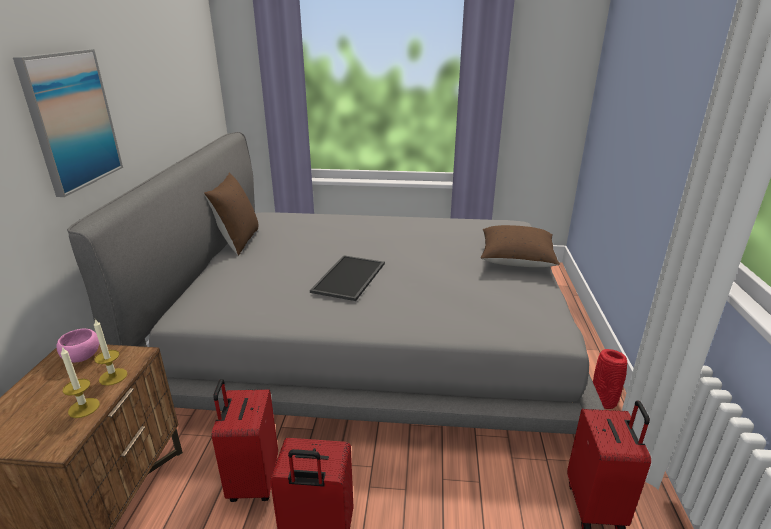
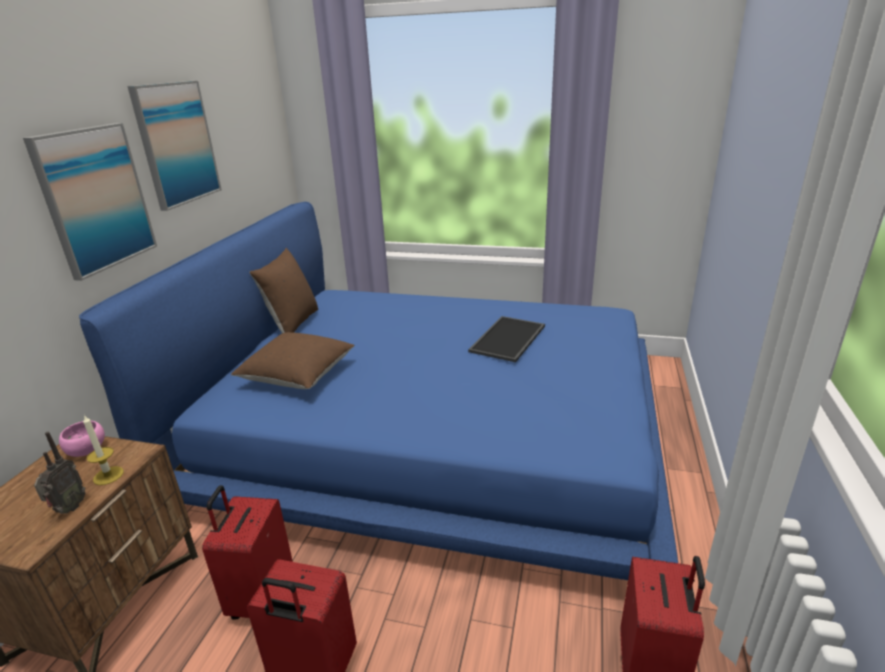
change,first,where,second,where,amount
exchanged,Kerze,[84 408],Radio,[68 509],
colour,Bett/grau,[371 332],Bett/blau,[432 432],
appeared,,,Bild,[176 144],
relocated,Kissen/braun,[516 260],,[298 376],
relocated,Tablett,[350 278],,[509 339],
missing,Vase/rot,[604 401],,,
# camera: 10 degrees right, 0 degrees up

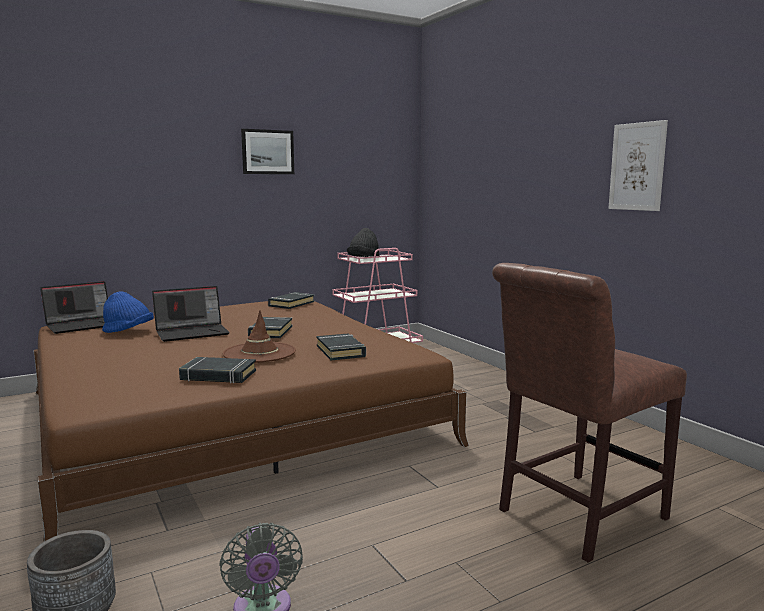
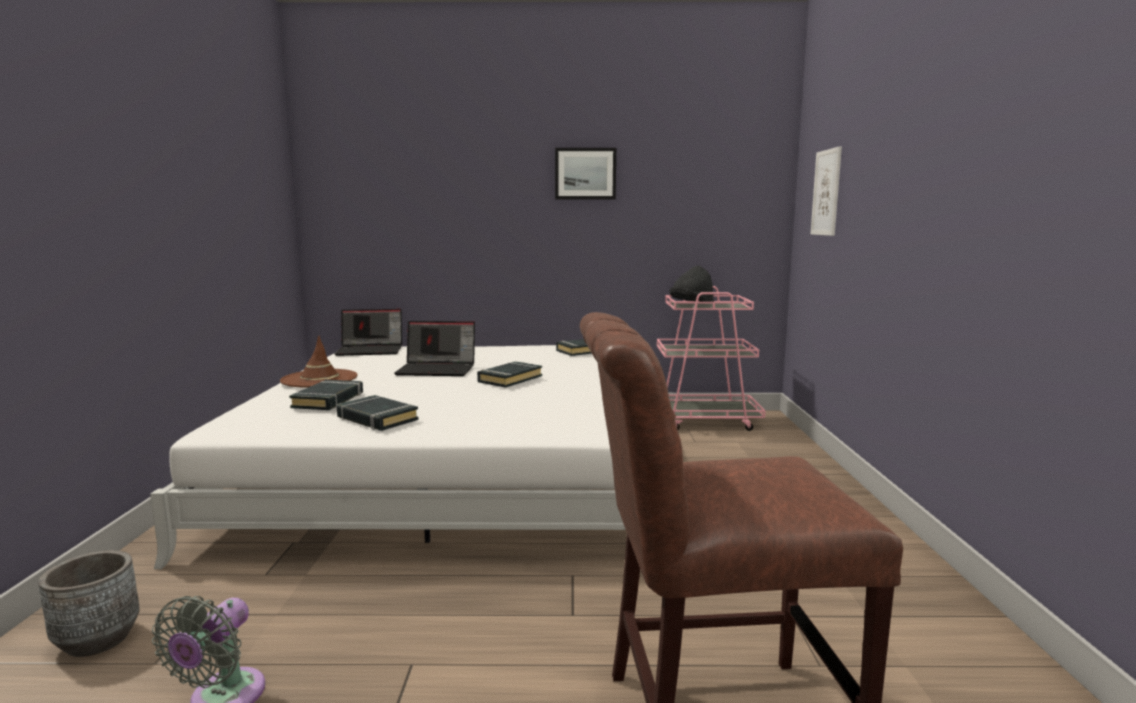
change,first,where,second,where,amount
colour,Bett/braun,[227 417],Bett/weiß,[460 467],
relocated,Hut/braun,[259 353],,[319 379],
relocated,Buch/schwarz,[341 351],,[329 400],
relocated,Bild,[637 166],,[826 192],
missing,Hut/blau,[128 332],,,
# camera: 30 degrees right, 0 degrees up

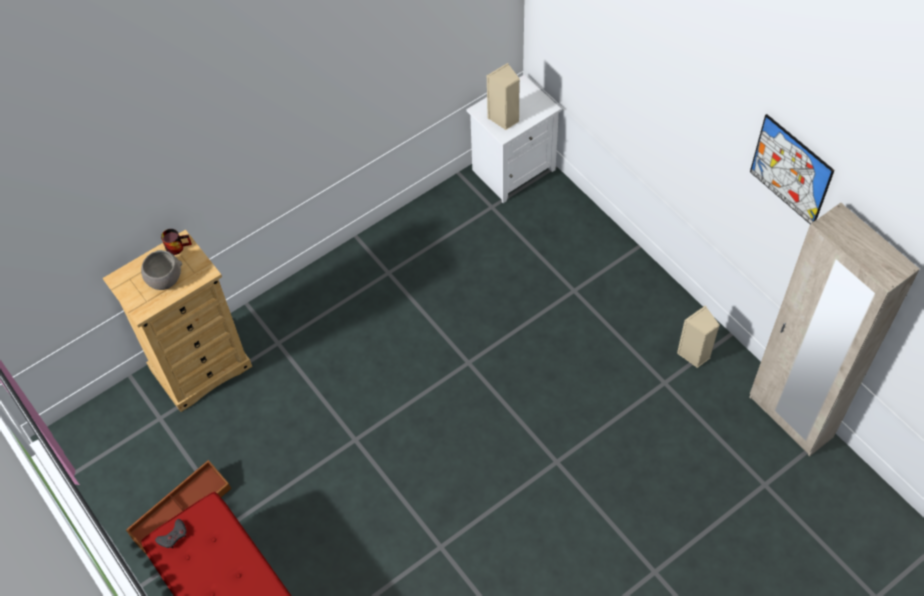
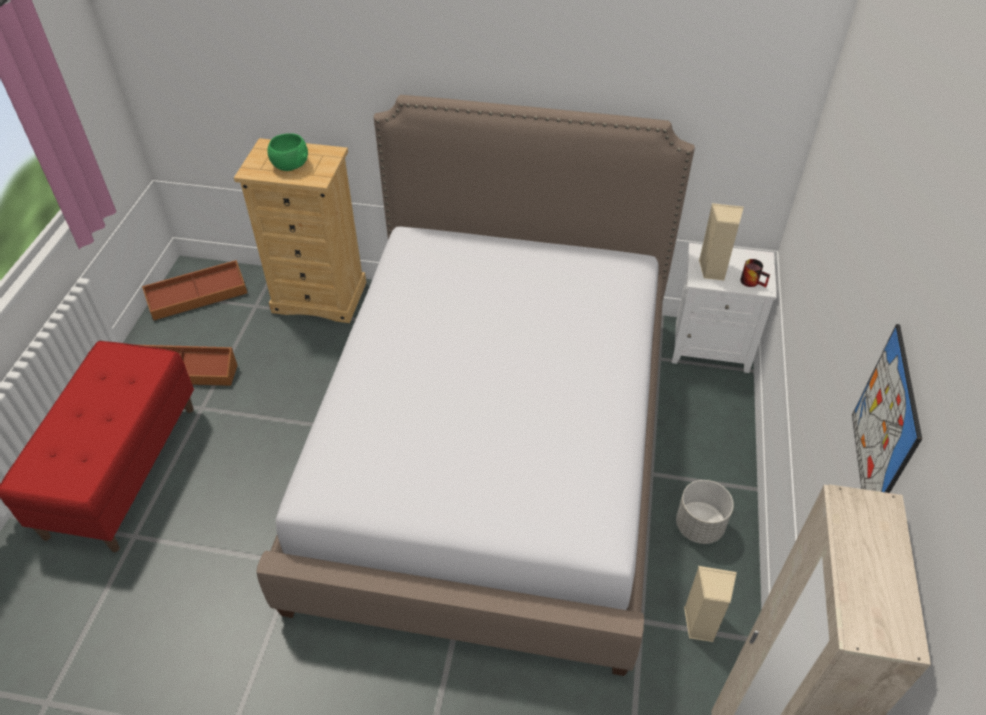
change,first,where,second,where,amount
appeared,,,Aufbewahrungsbox/braun,[198 298],
appeared,,,Bett,[493 448],
colour,Schüssel/grau,[164 278],Schüssel/grün,[290 164],
appeared,,,Pflanzkübel/grau,[699 526],
relocated,Henkelbecher,[178 246],,[753 281],
missing,Gamepad/grau,[173 536],,,
# camera: 45 degrees right, 10 degrees down

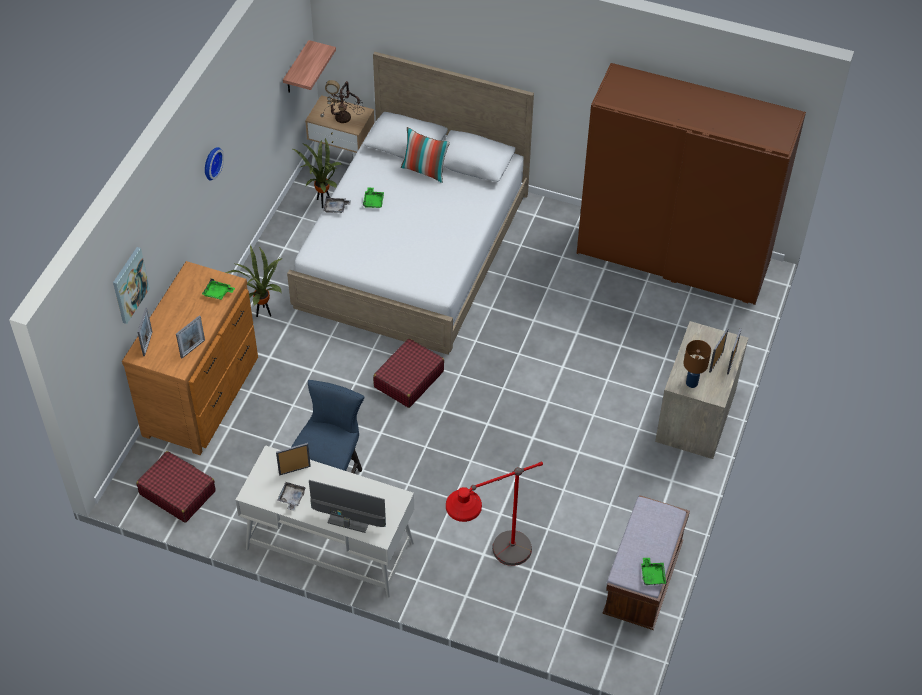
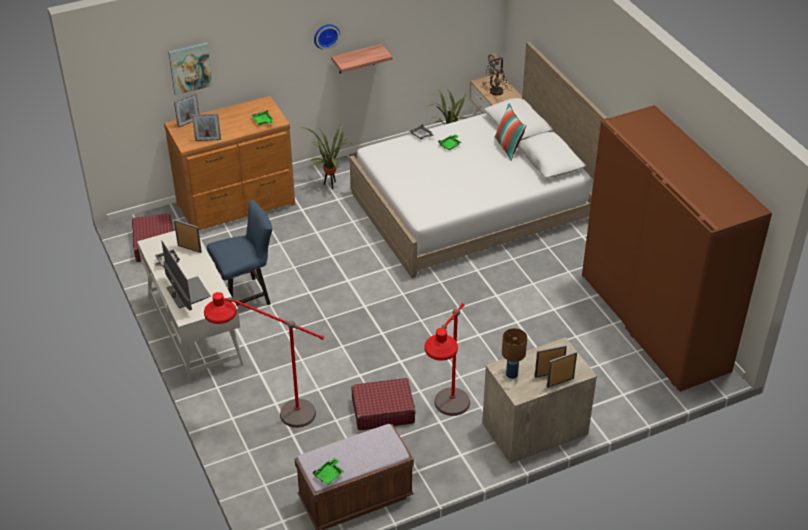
change,first,where,second,where,amount
relocated,Wandregal,[296 69],,[356 59],
relocated,Koffer/rot,[408 379],,[382 411],
appeared,,,Stehlampe/rot,[446 421],
# camera: 45 degrees right, 10 degrees down

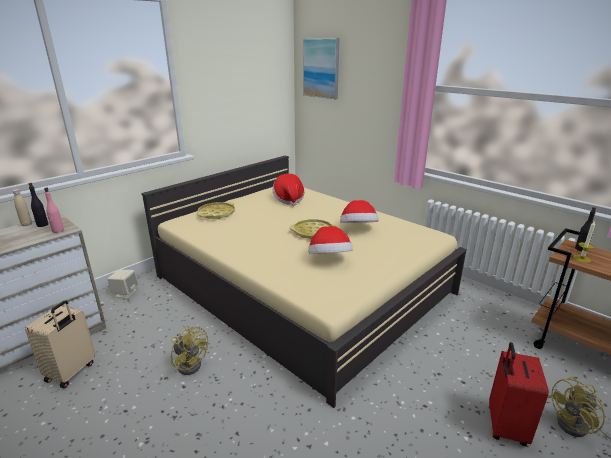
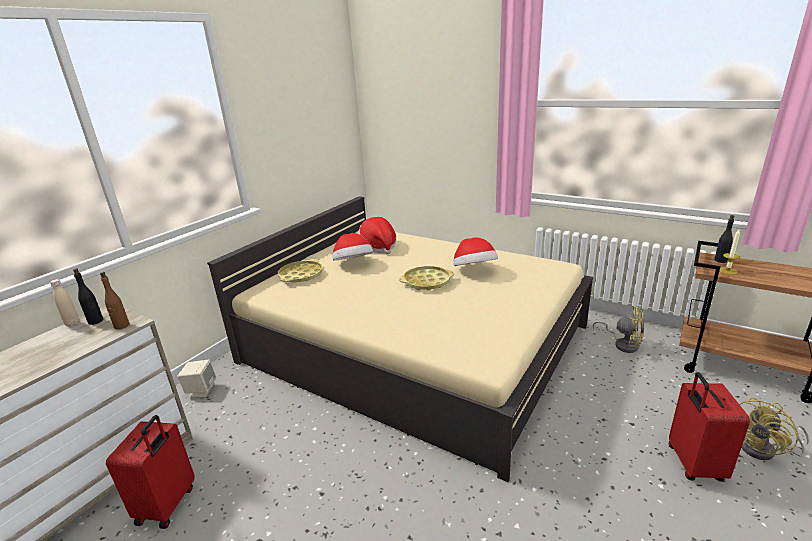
change,first,where,second,where,amount
colour,Flasche/rosa,[58 230],Flasche/braun,[121 326],
colour,Koffer/beige,[72 372],Koffer/rot,[168 505],
relocated,Hut,[329 259],,[353 264],
relocated,Ventilator/gelb,[190 363],,[623 344],
missing,Bild,[321 68],,,
# camera: 10 degrees left, 0 degrees up

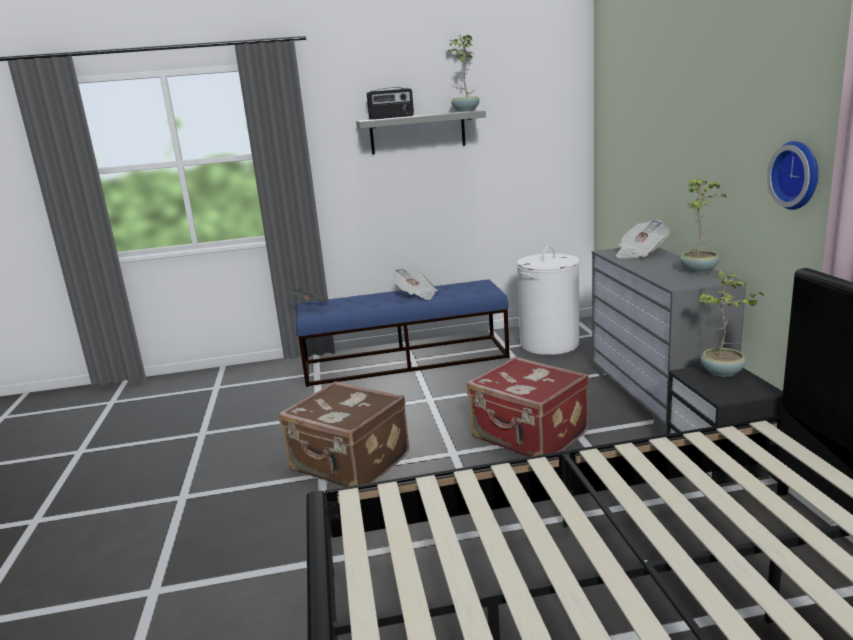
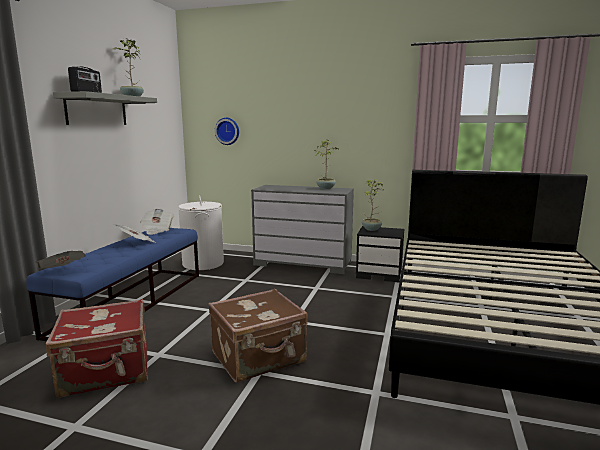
change,first,where,second,where,amount
relocated,Koffer/rot,[529 436],,[107 372],
relocated,Zeitung,[640 253],,[157 230],
relocated,Wanduhr,[798 175],,[228 131],
# camera: 65 degrees left, 5 degrees down

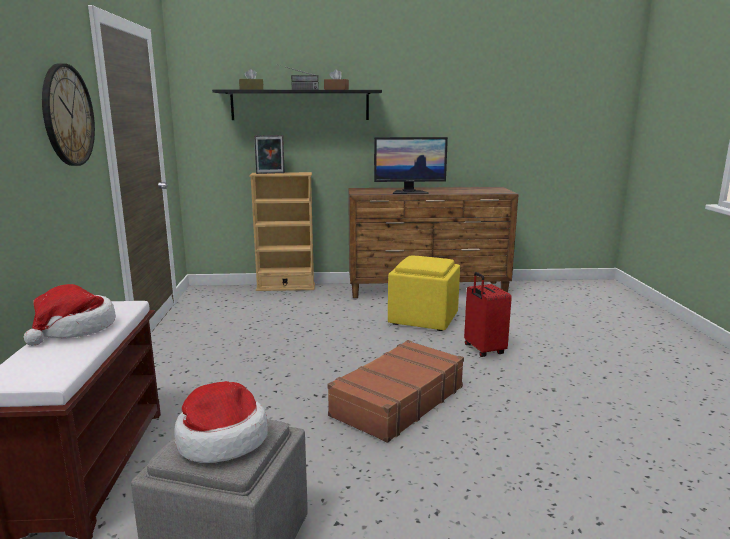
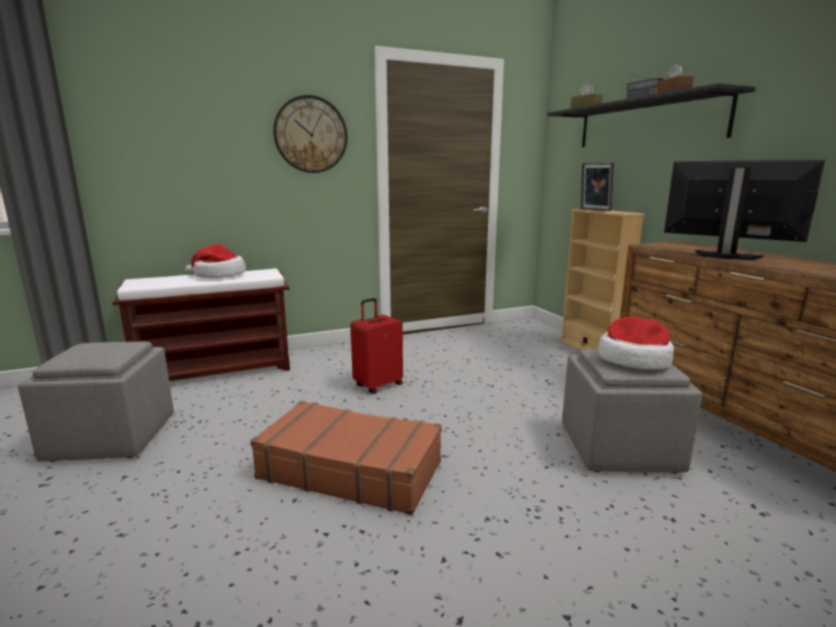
change,first,where,second,where,amount
relocated,Koffer/rot,[483 350],,[378 385],
colour,Polsterhocker/gelb,[424 318],Polsterhocker/grau,[620 449],
relocated,Hut,[221 439],,[634 360],
spun,Monitor,[409 192],,[726 256],150 degrees clockwise
# camera: 70 degrees right, 0 degrees up

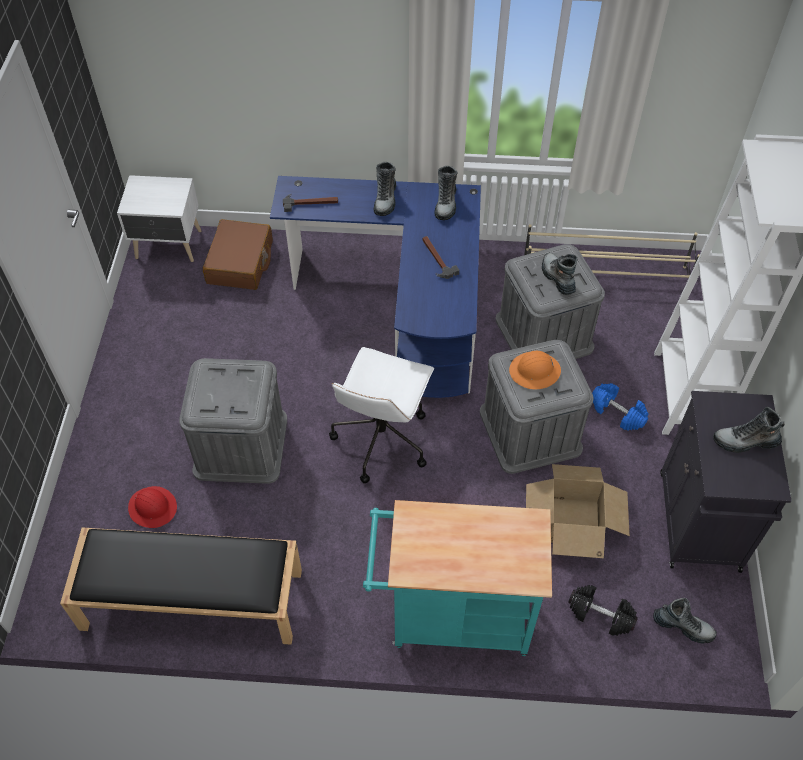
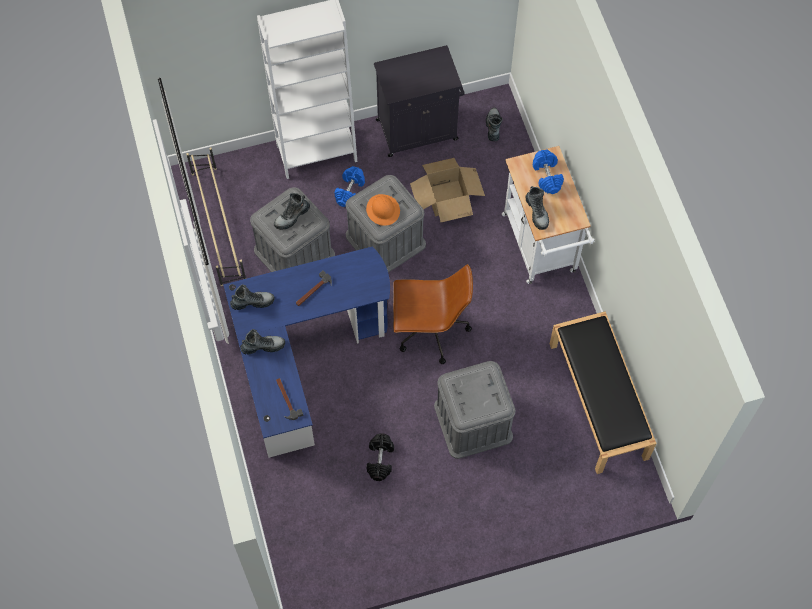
change,first,where,second,where,amount
relocated,Hantel/schwarz,[600 615],,[380 460],
colour,Bürostuhl/weiß,[381 438],Bürostuhl/braun,[430 330],
colour,Rollwagen/türkis,[451 616],Rollwagen/weiß,[541 248],
relocated,Stiefel,[745 441],,[537 212],
appeared,,,Hantel/blau,[547 176],
missing,Nachttisch/weiß,[169 245],,,
missing,Schutzhelm/rot,[153 507],,,
missing,Koffer/braun,[240 263],,,
# camera: 110 degrees left, 10 degrees up

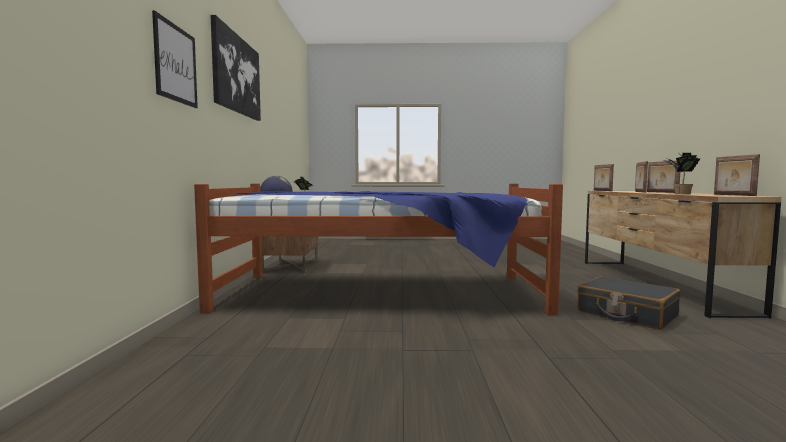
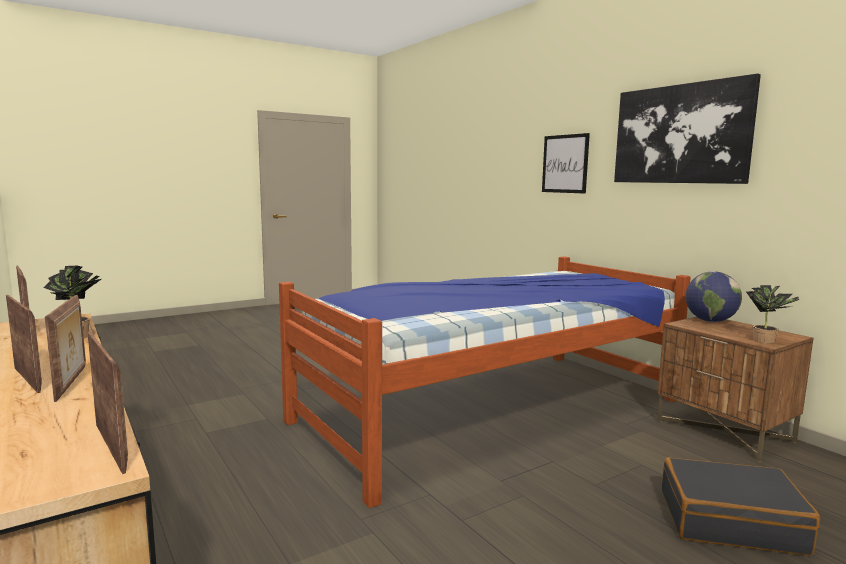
change,first,where,second,where,amount
relocated,Koffer/schwarz,[626 314],,[730 521],
# camera: 145 degrees right, 5 degrees up

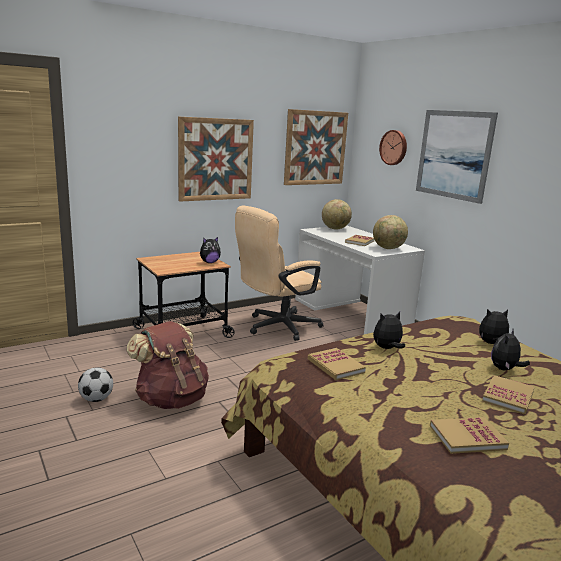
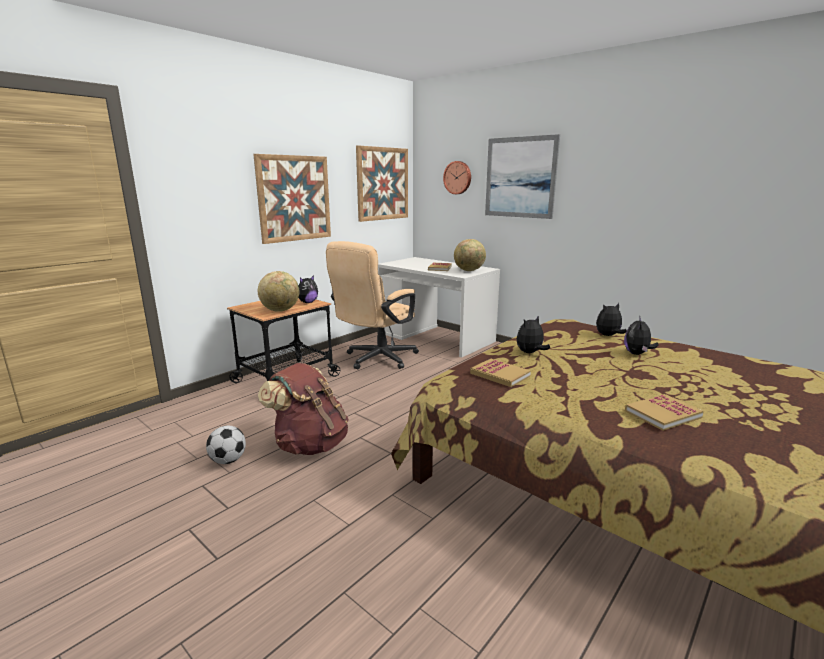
change,first,where,second,where,amount
relocated,Globus,[335 229],,[280 310],
missing,Buch,[508 396],,,
# camera: 15 degrees left, 0 degrees up

